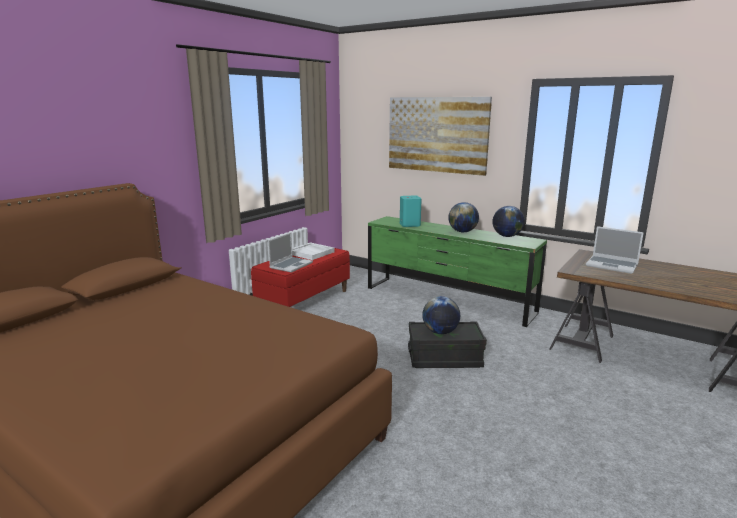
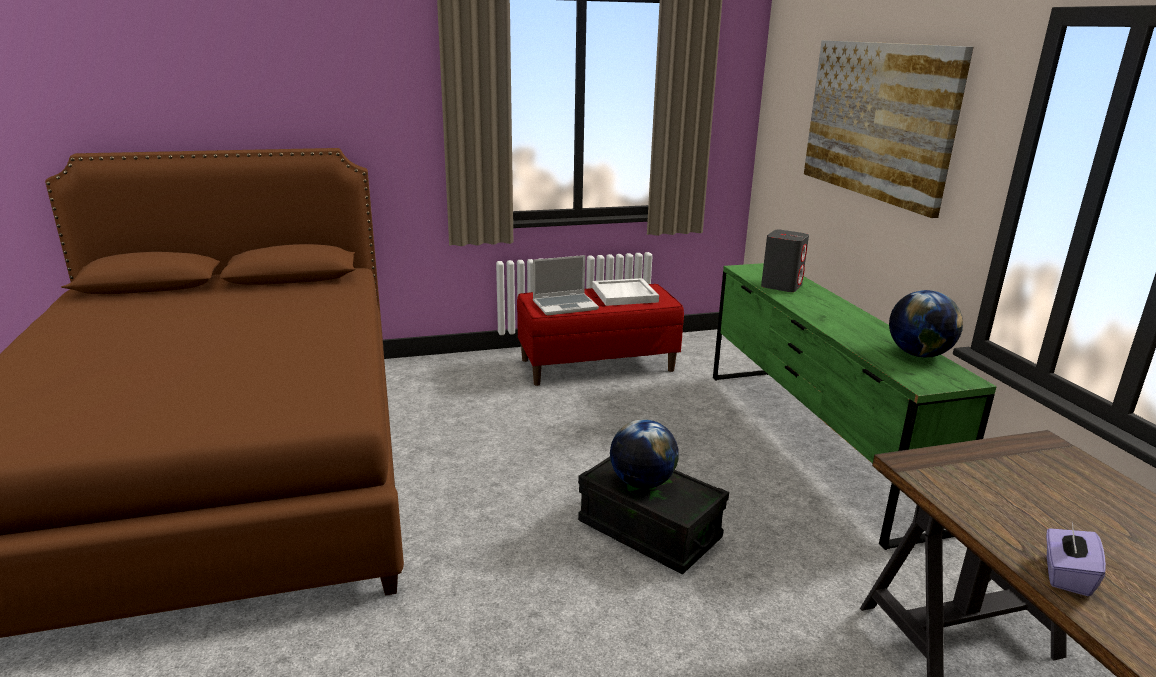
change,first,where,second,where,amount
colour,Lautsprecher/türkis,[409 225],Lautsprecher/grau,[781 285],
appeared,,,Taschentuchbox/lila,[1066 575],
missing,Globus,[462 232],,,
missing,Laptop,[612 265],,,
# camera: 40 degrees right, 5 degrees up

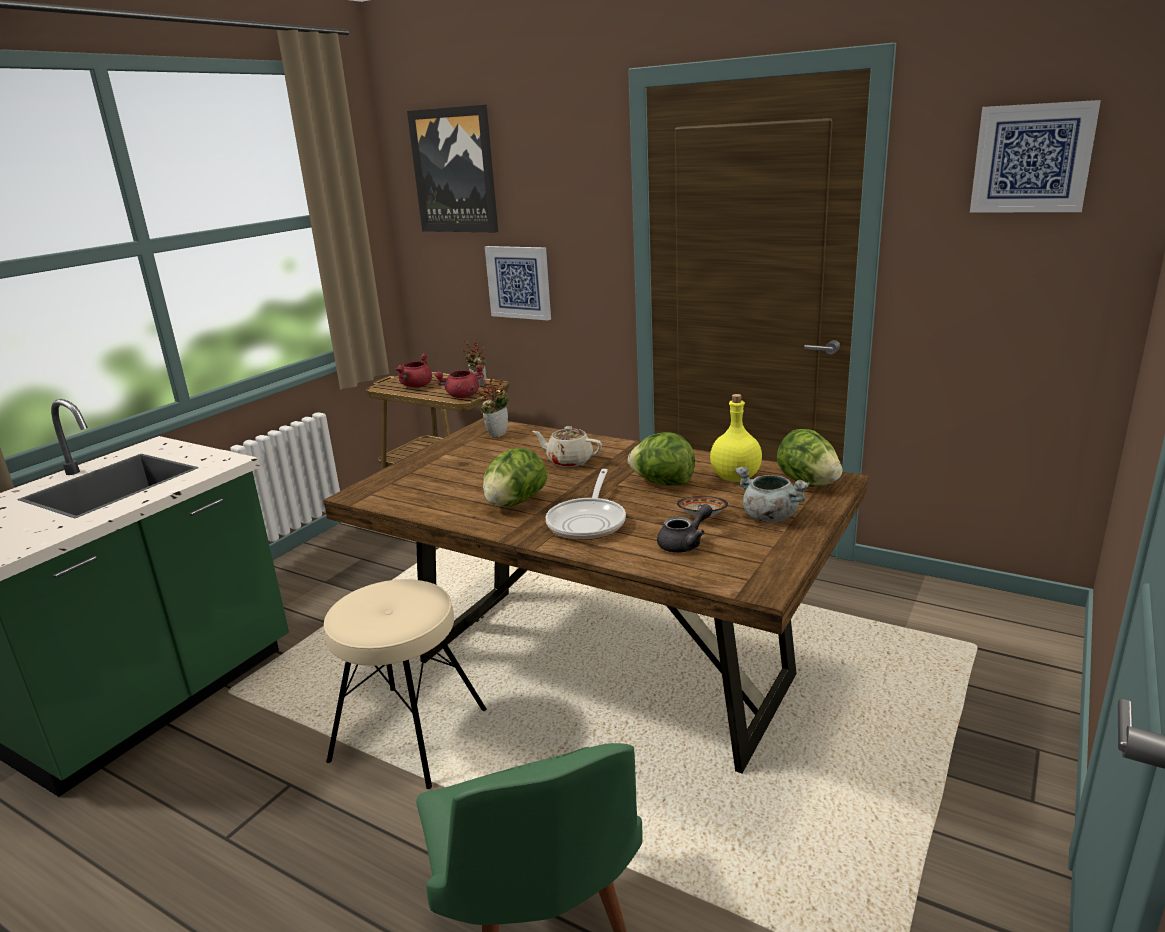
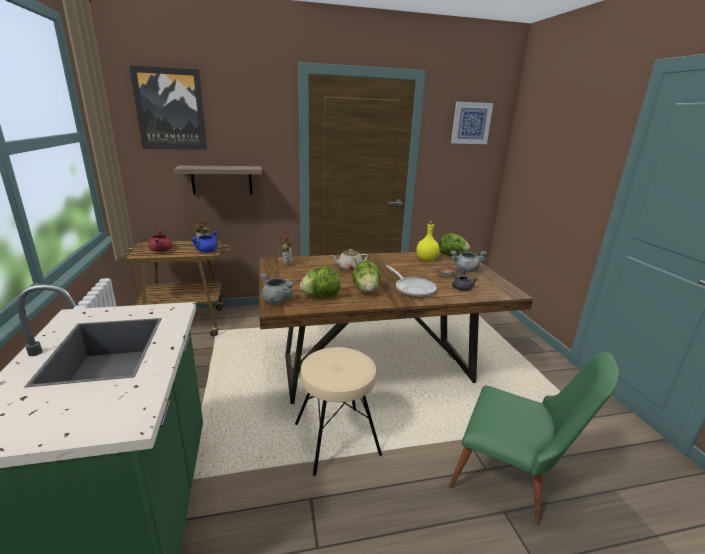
change,first,where,second,where,amount
exchanged,Bild,[519 282],Wandregal,[222 180],
colour,Kochtopf/rot,[462 396],Kochtopf/blau,[207 251],
appeared,,,Kochtopf/grau,[276 301],
relocated,Salatkopf,[663 483],,[320 296],
# camera: 45 degrees left, 0 degrees up

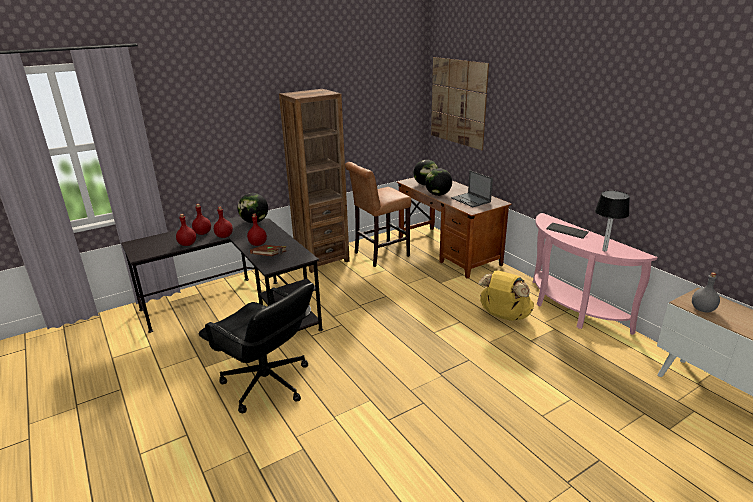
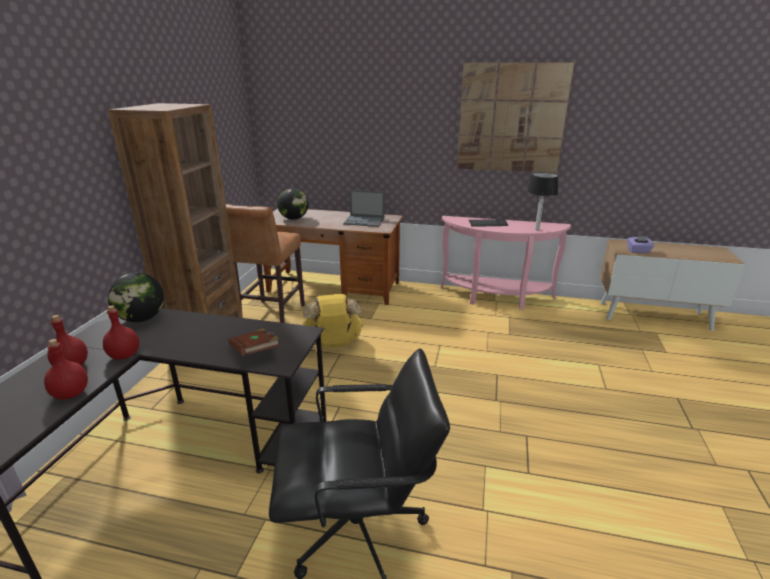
change,first,where,second,where,amount
relocated,Rucksack/gelb,[504 316],,[333 344],
relocated,Bild,[458 102],,[511 118],
exchanged,Flasche/grau,[703 309],Taschentuchbox/lila,[638 251],
missing,Flasche/rot,[258 244],,,
missing,Globus,[438 194],,,
# camera: 45 degrees left, 0 degrees up

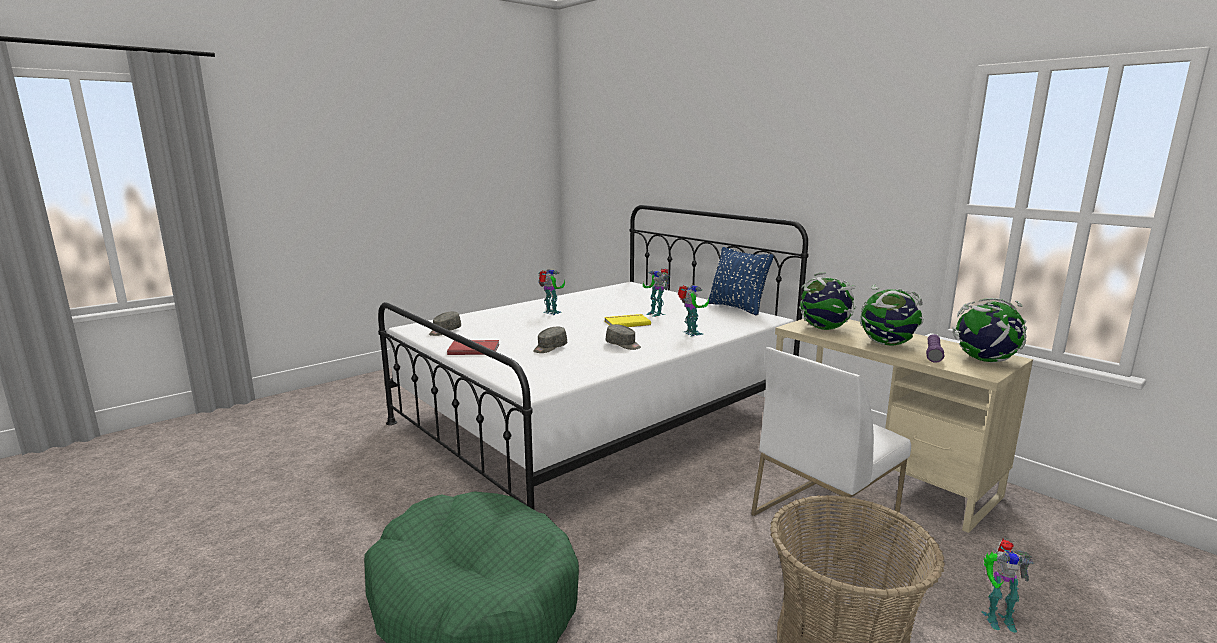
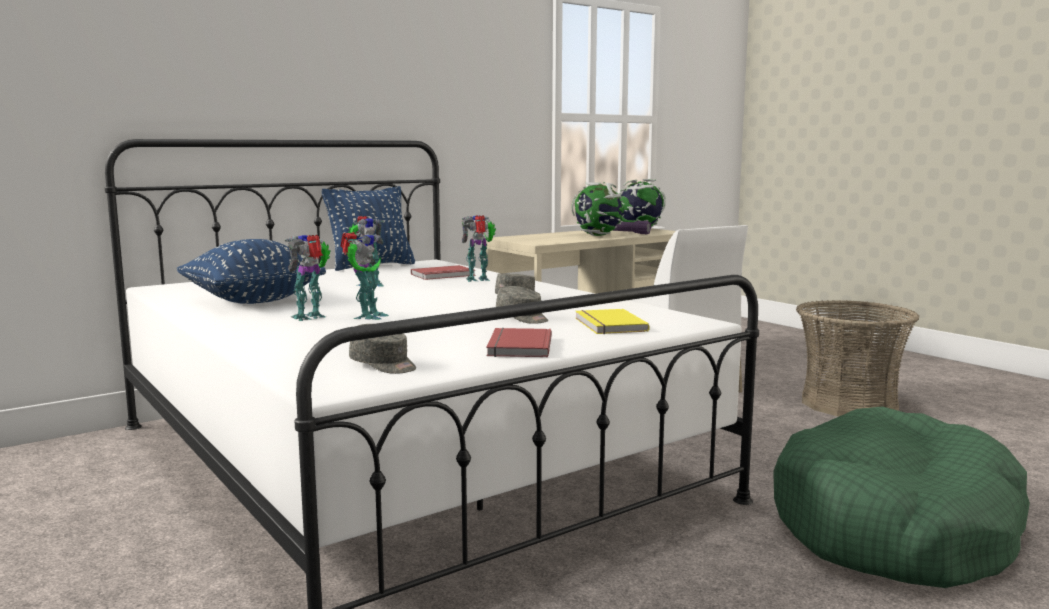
change,first,where,second,where,amount
appeared,,,Kissen/blau,[253 301],
relocated,Spielzeugroboter,[997 618],,[367 316],
appeared,,,Buch/rot,[444 275],
relocated,Buch/gelb,[626 323],,[608 325],
missing,Globus,[824 329],,,
# camera: 85 degrees left, 5 degrees down

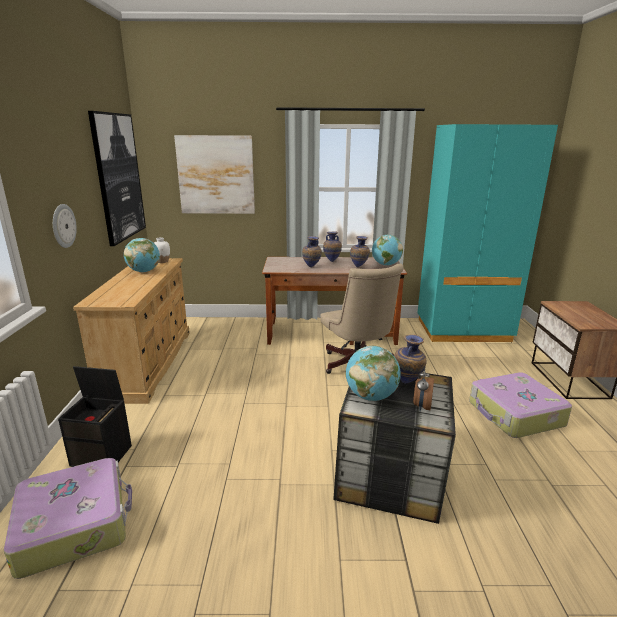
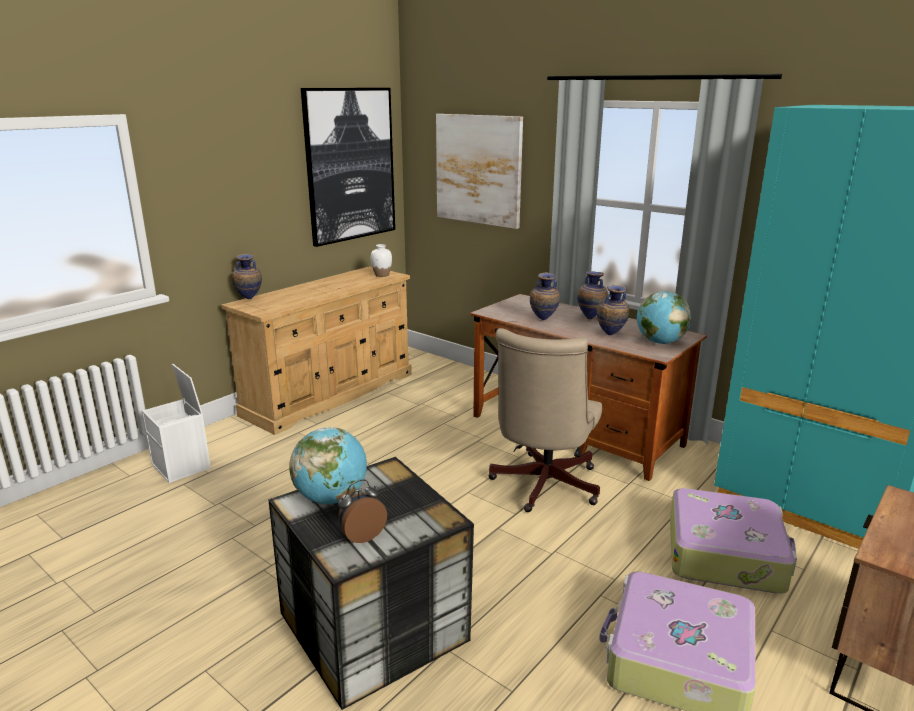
change,first,where,second,where,amount
colour,Aufbewahrungsbox/schwarz,[103 455],Aufbewahrungsbox/weiß,[182 466],
relocated,Vase,[407 383],,[249 300],
relocated,Koffer,[74 524],,[726 553],
missing,Wanduhr,[63 226],,,
missing,Globus,[144 271],,,
# camera: 40 degrees right, 0 degrees up

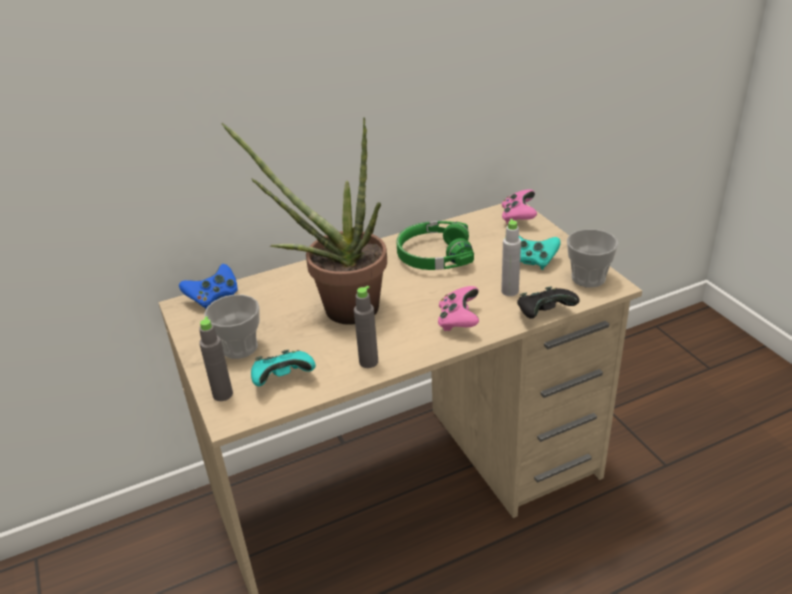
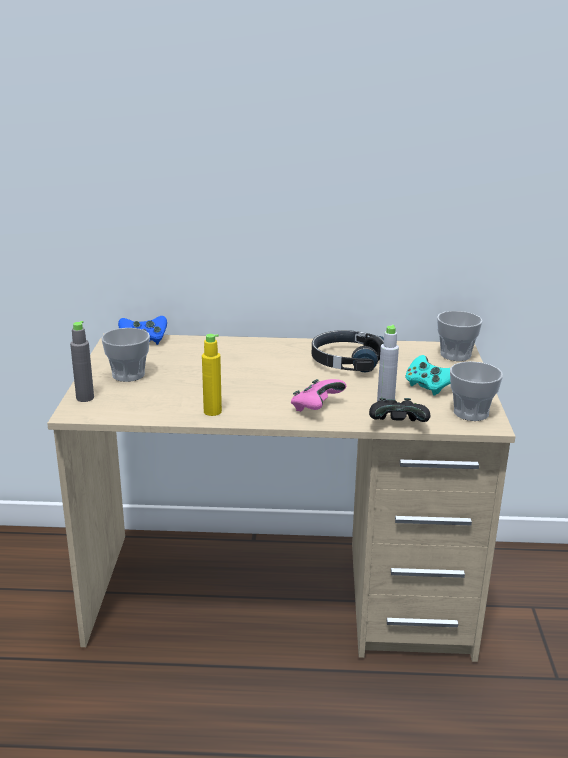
change,first,where,second,where,amount
colour,Flasche/grau,[368 362],Flasche/gelb,[212 411],
colour,Kopfhörer/grün,[434 255],Kopfhörer/schwarz,[347 361],
exchanged,Gamepad/rosa,[518 217],Tasse,[455 355],
missing,Topfpflanze,[339 308],,,
missing,Gamepad/türkis,[283 379],,,
# camera: 25 degrees right, 10 degrees down

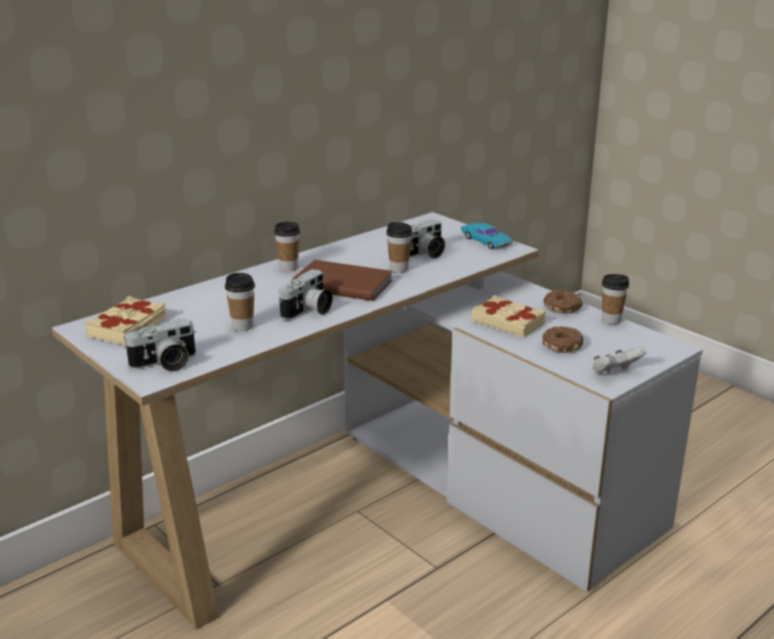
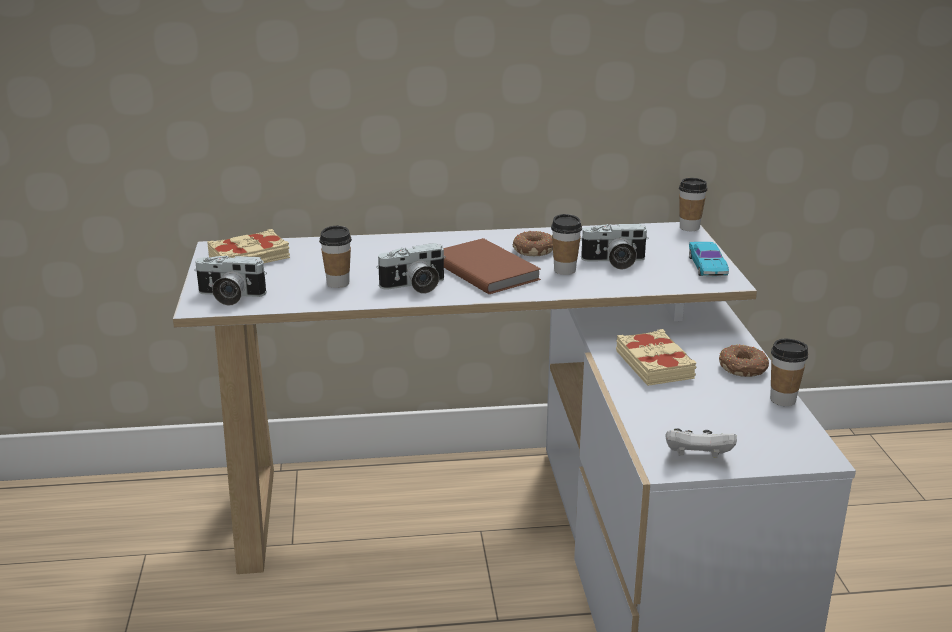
change,first,where,second,where,amount
relocated,Donut,[561 345],,[534 250],
relocated,Tasse,[288 267],,[689 227],
# camera: 35 degrees right, 0 degrees up

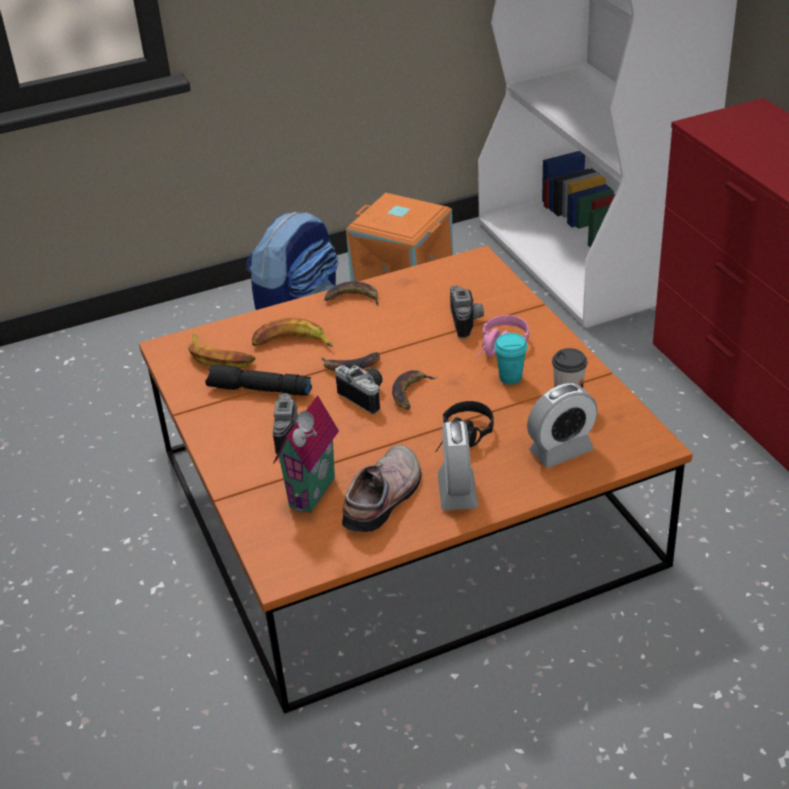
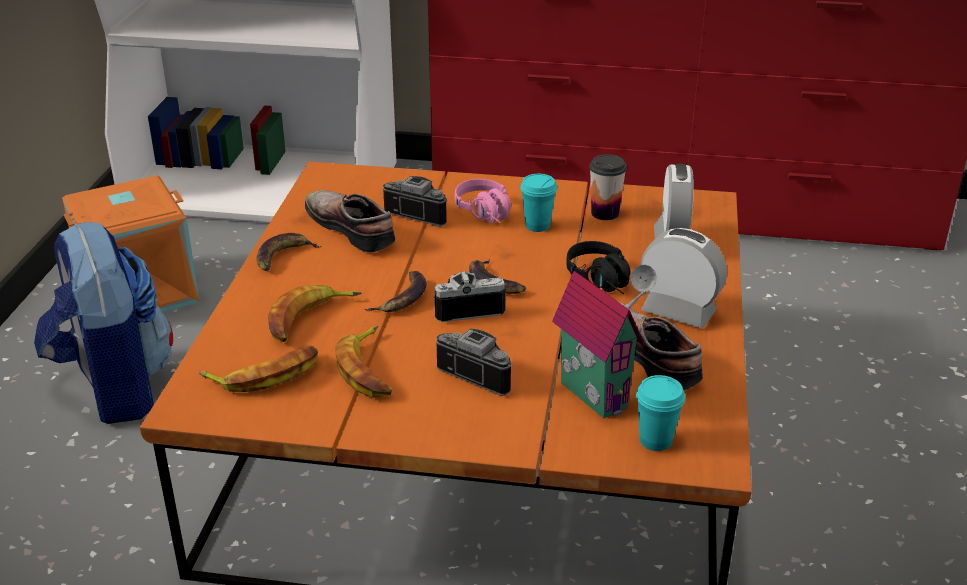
change,first,where,second,where,amount
appeared,,,Schuh,[354 228],
exchanged,Taschenlampe/schwarz,[258 390],Banane,[368 369],
appeared,,,Tasse/türkis,[655 440],
# camera: 60 degrees left, 5 degrees down

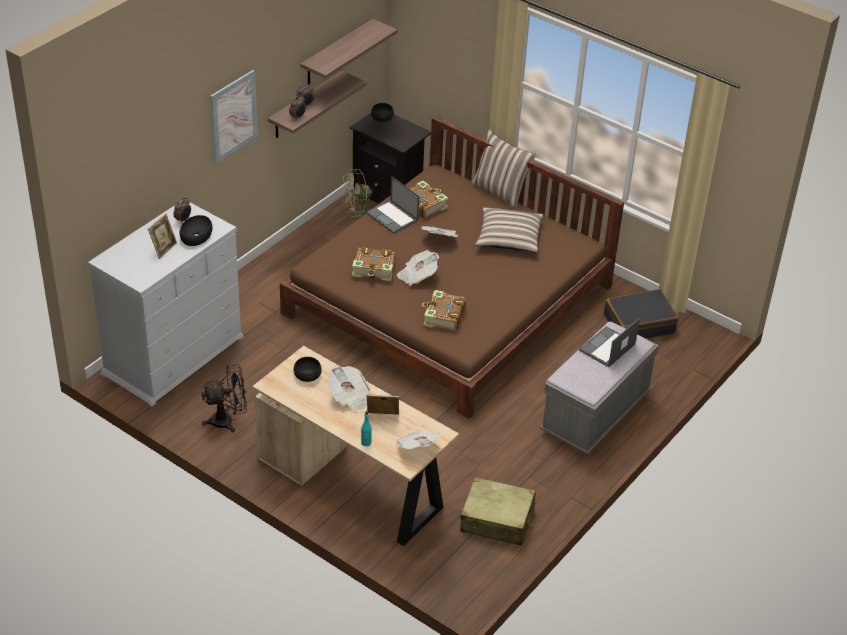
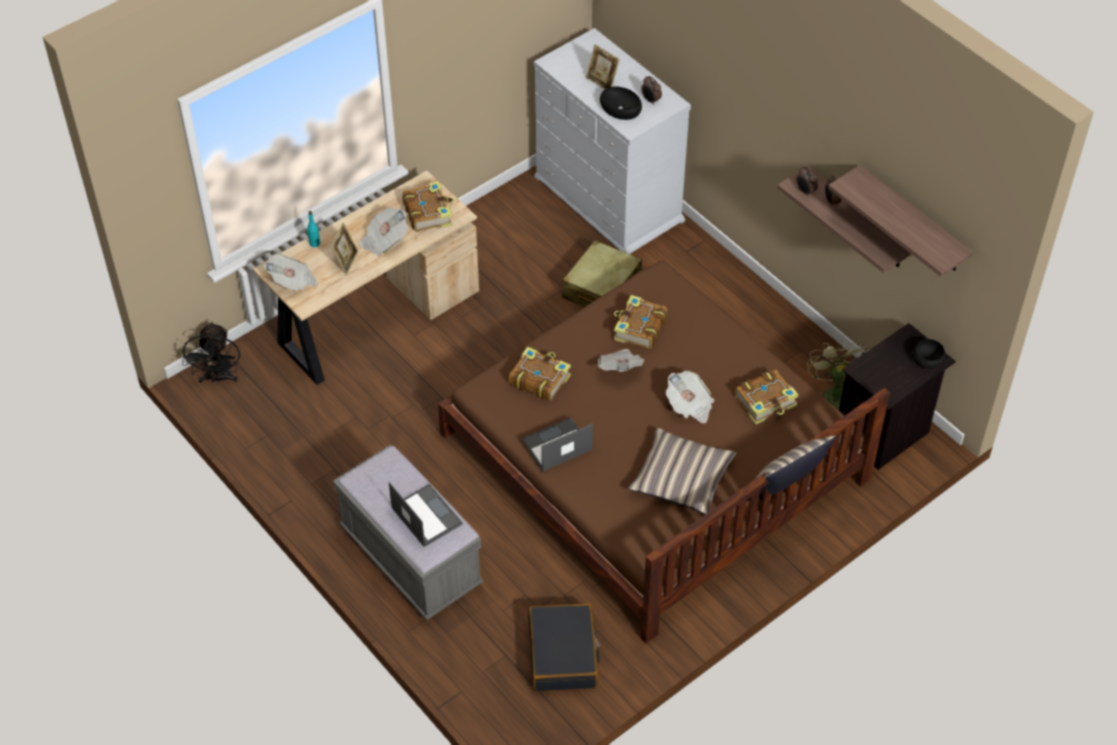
change,first,where,second,where,amount
relocated,Ventilator/schwarz,[228 420],,[218 378],
exchanged,Schüssel/schwarz,[307 375],Buch,[428 213],
relocated,Laptop,[393 217],,[556 445],
relocated,Koffer/beige,[497 520],,[601 288],
missing,Bild,[233 116],,,
# camera: 105 degrees right, 10 degrees up

